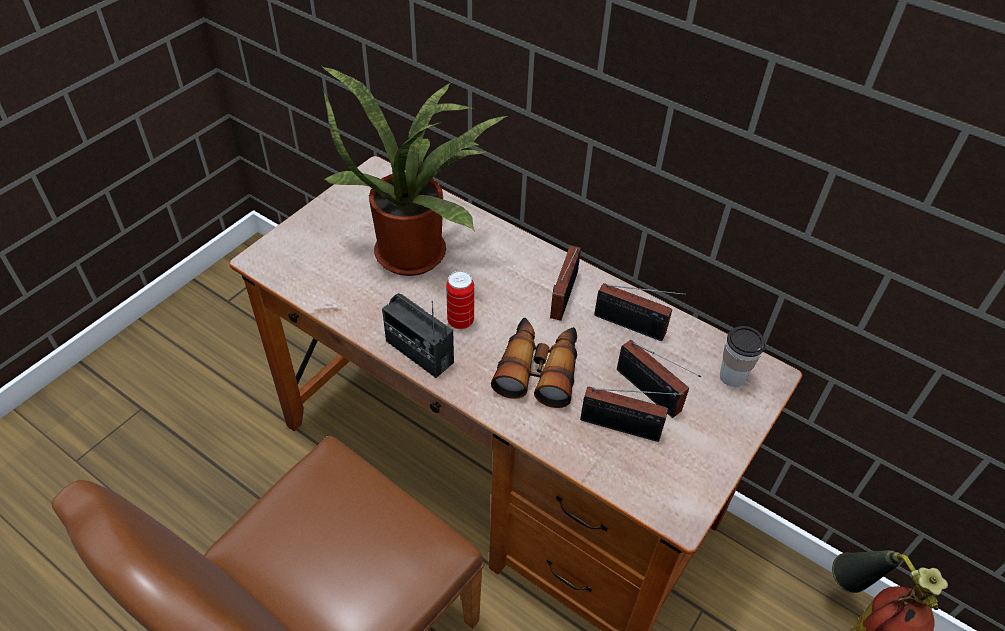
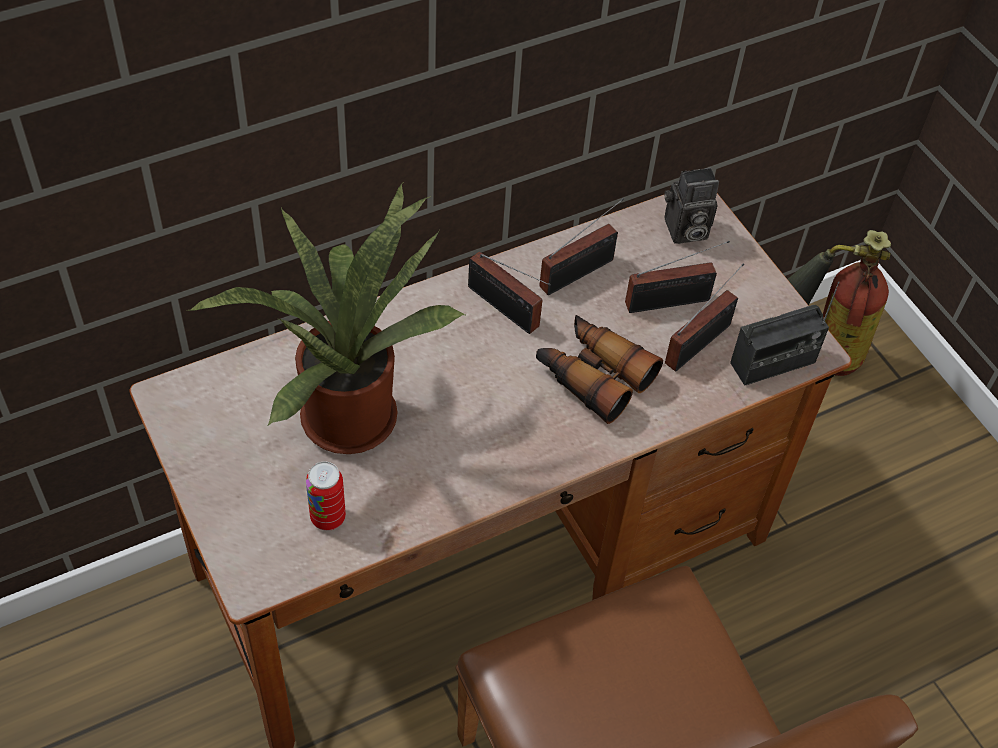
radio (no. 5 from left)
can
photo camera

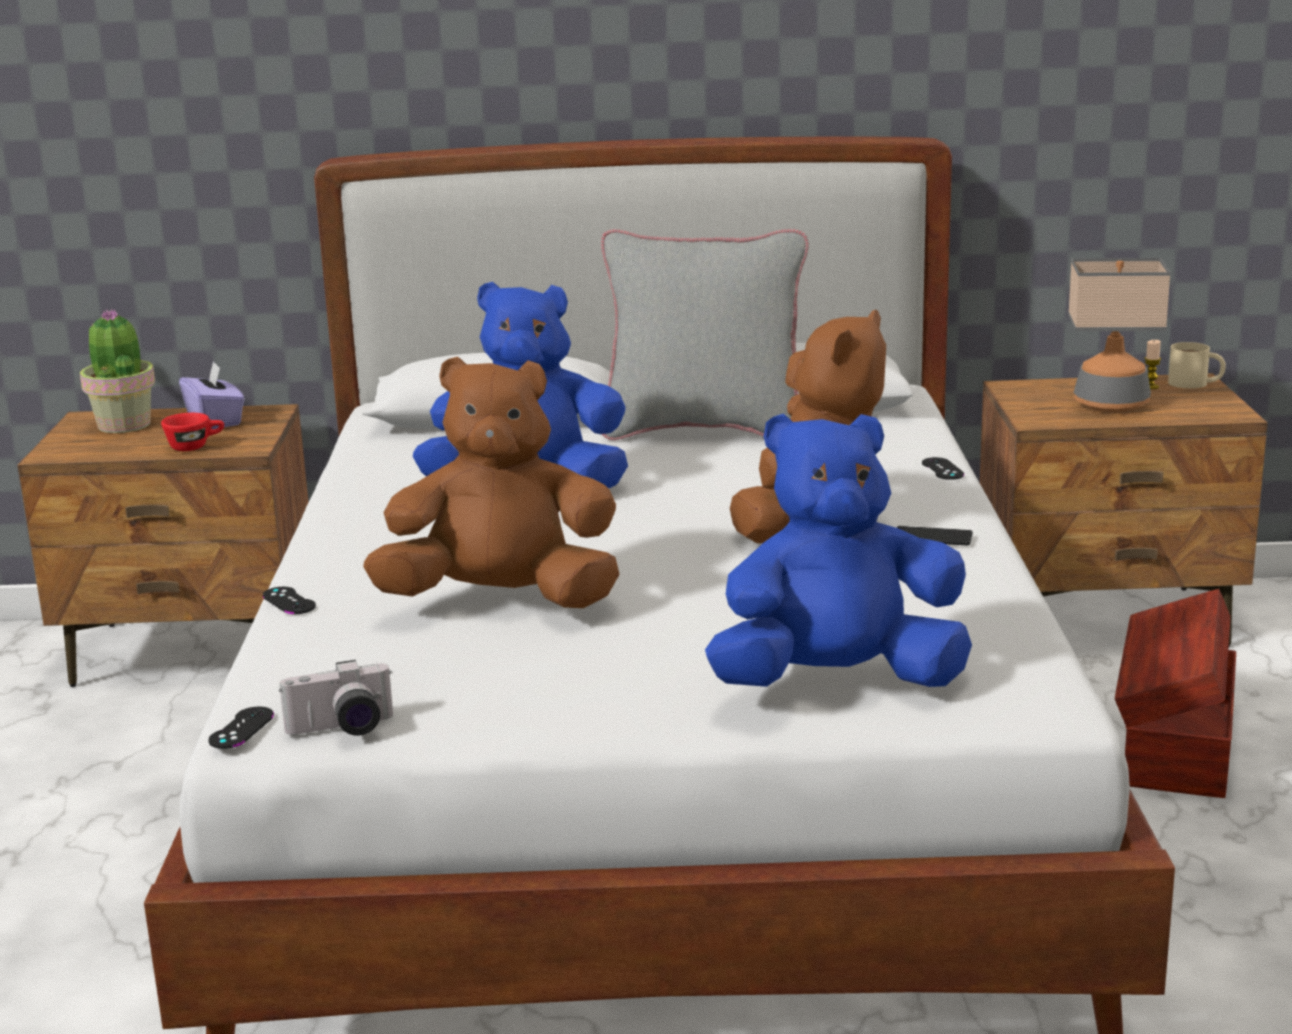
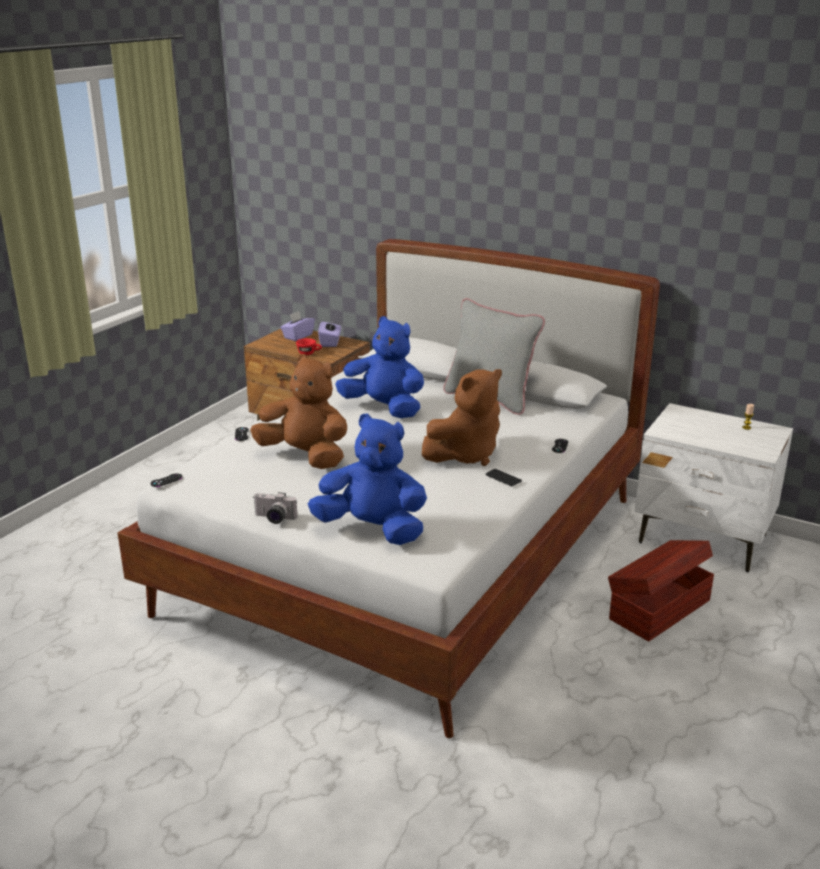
tissue box in purple (no. 1 from left)
photo camera
nightstand in white
table lamp
mug in beige

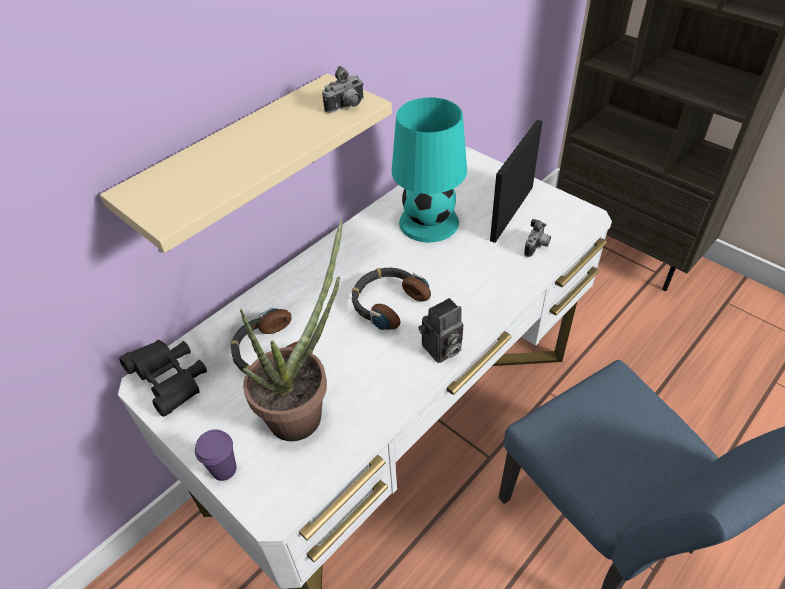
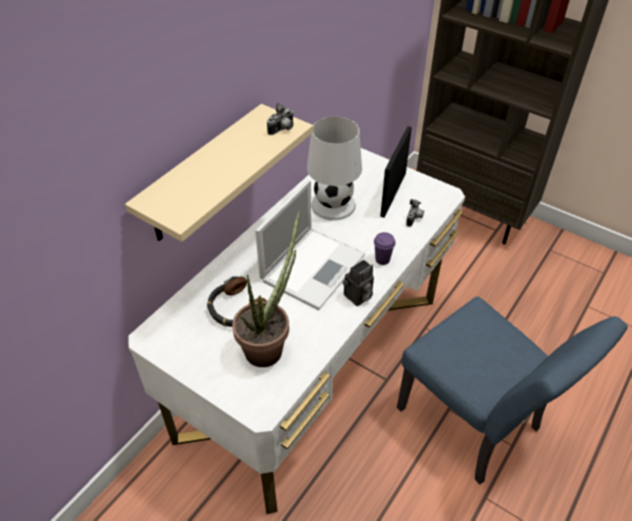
binoculars in black
cup in purple
laptop
table lamp in white

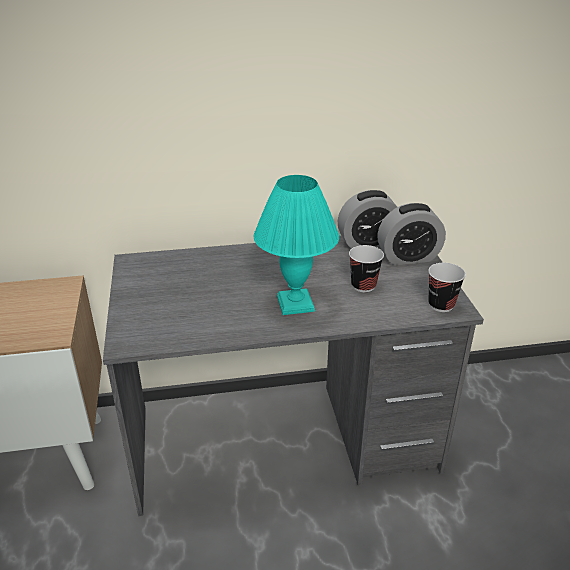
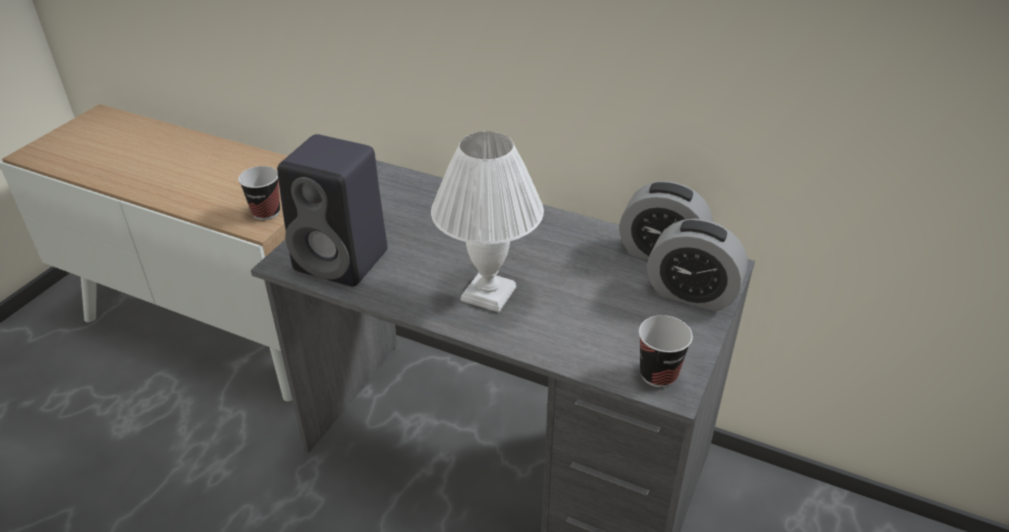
table lamp in white
cup (no. 1 from left)
speaker in black

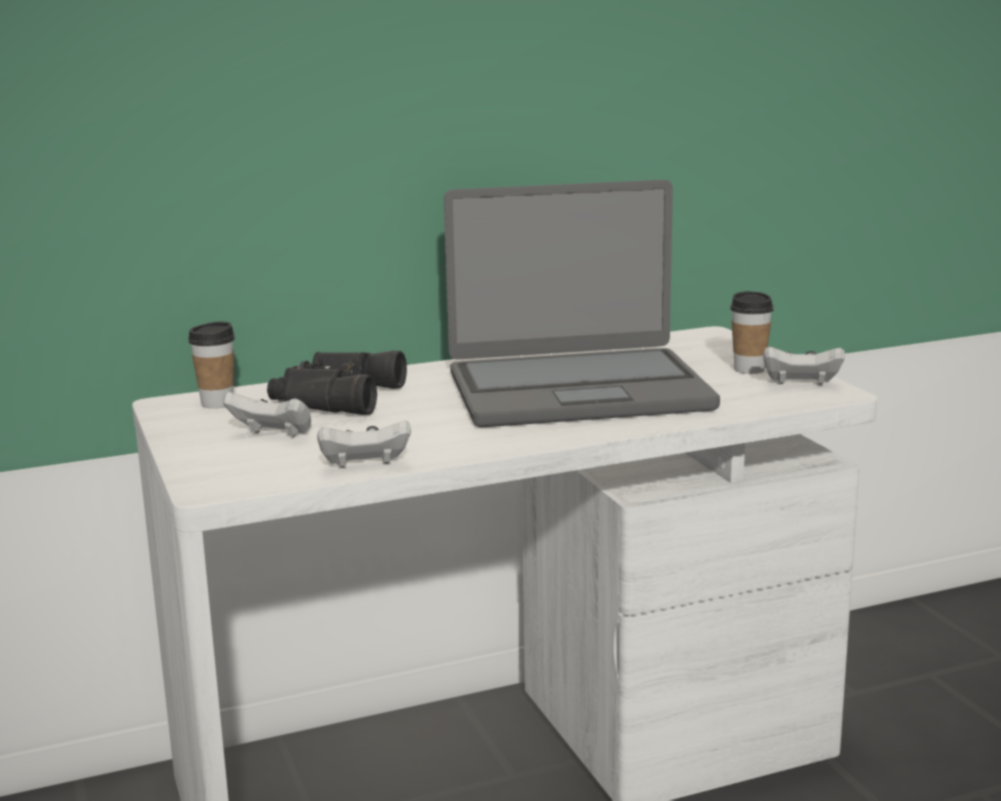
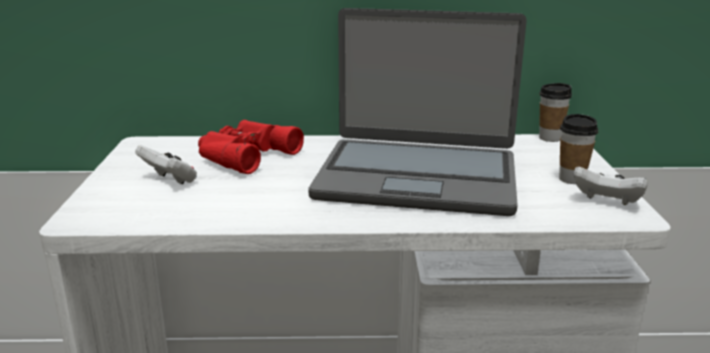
cup (no. 1 from left)
binoculars in red
game controller in white (no. 2 from left in the first image)

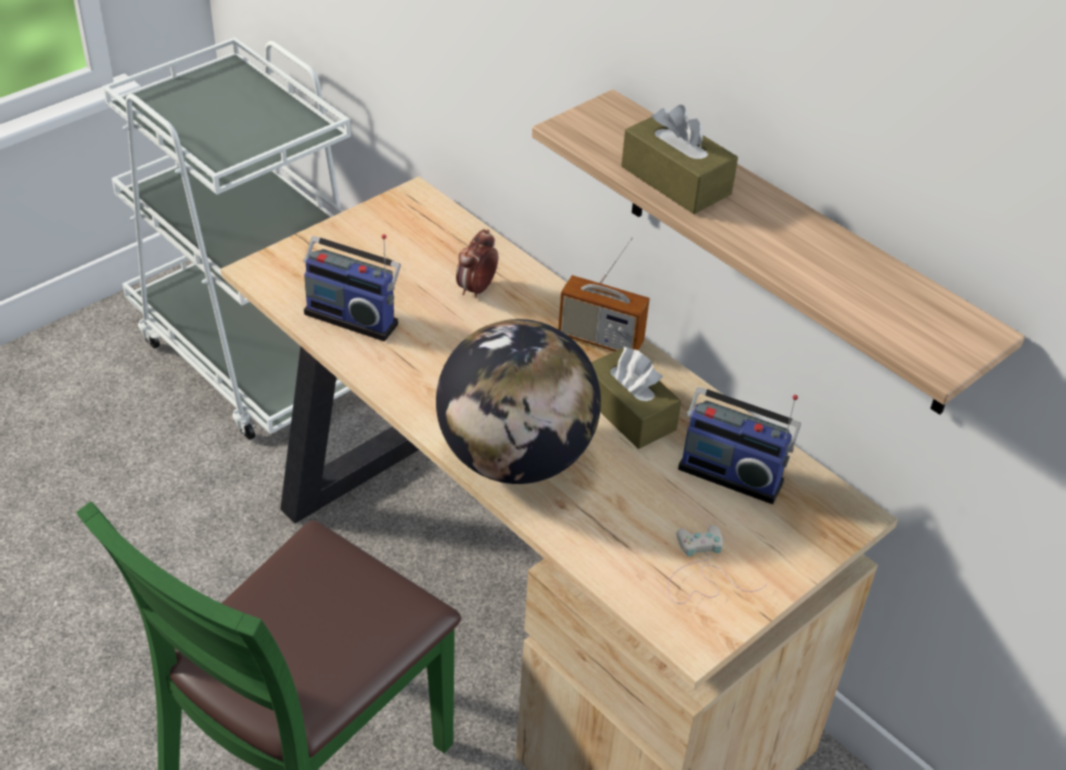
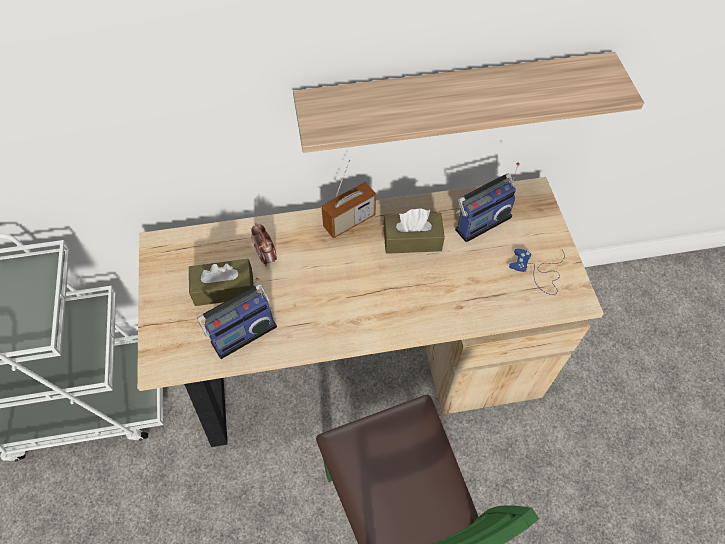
globe
tissue box in brown (no. 1 from left)
game controller in blue

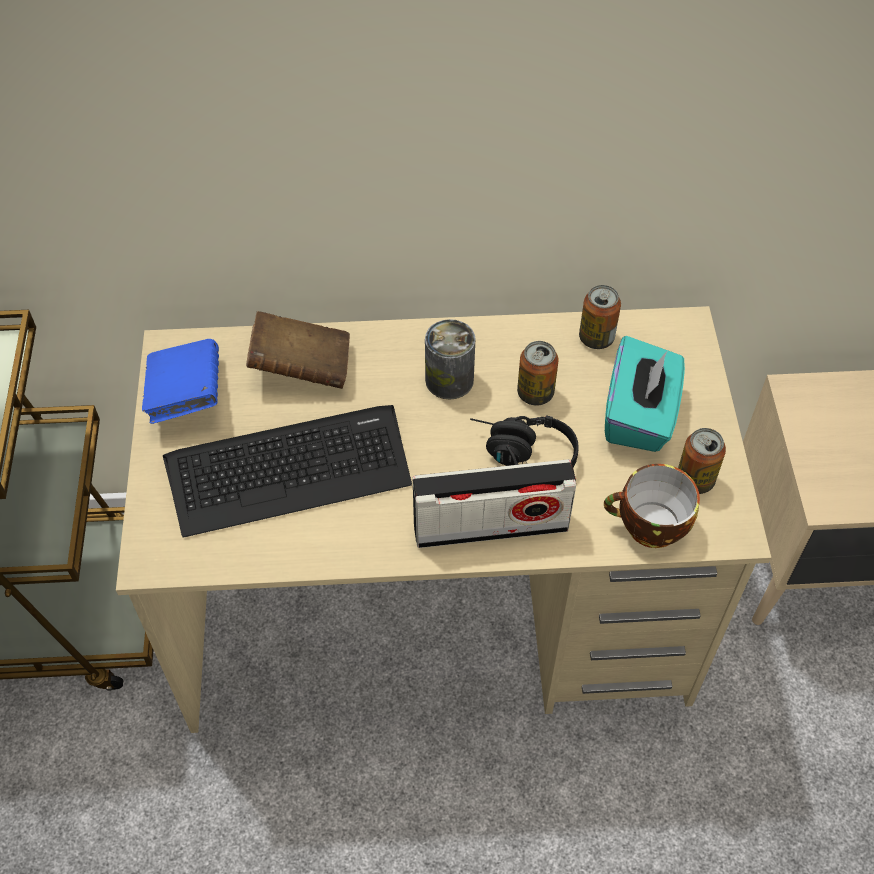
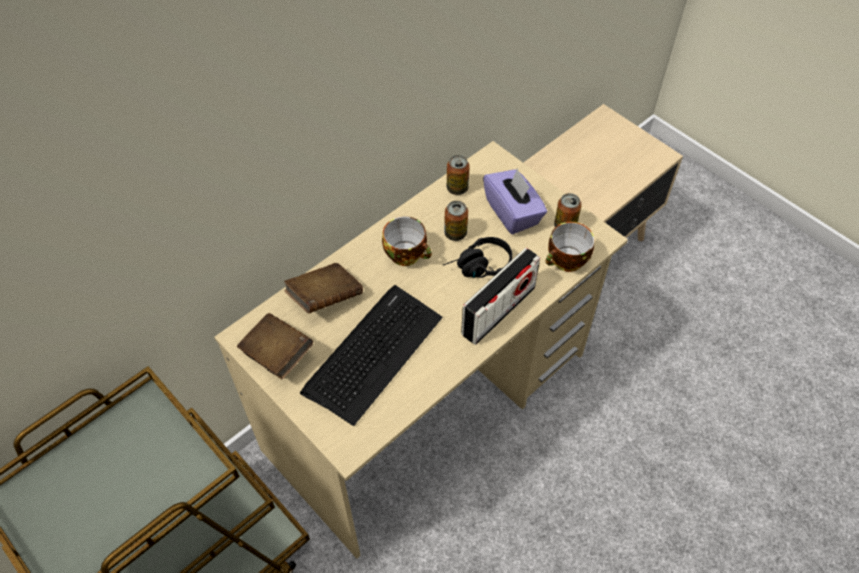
book in brown (no. 1 from left)
cup (no. 1 from left)
tissue box in purple

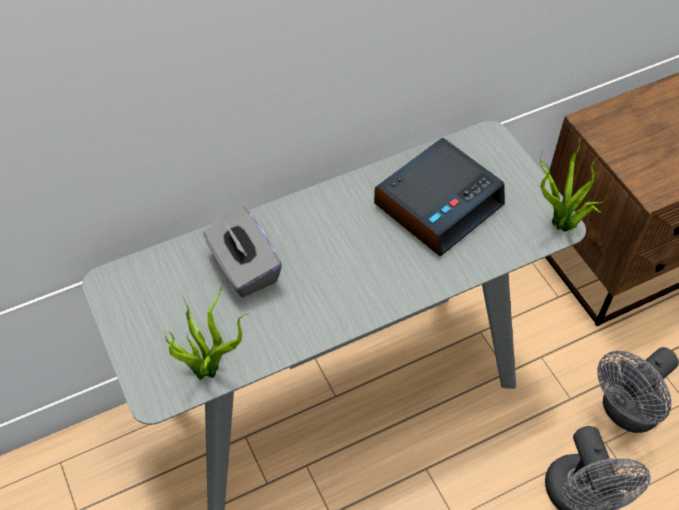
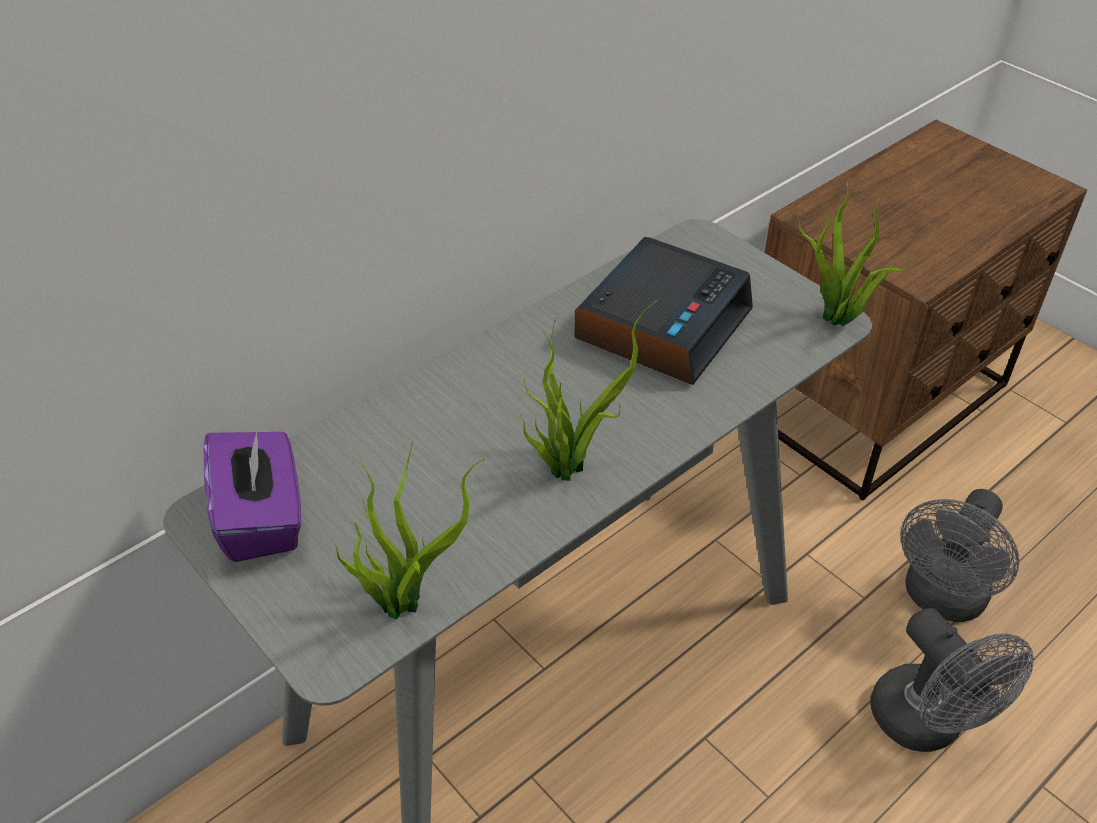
tissue box in grey
tissue box in purple
potted plant (no. 2 from left)

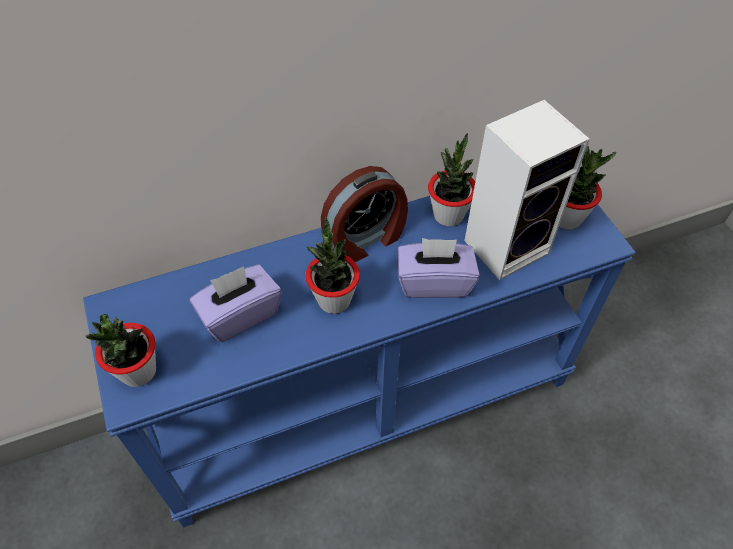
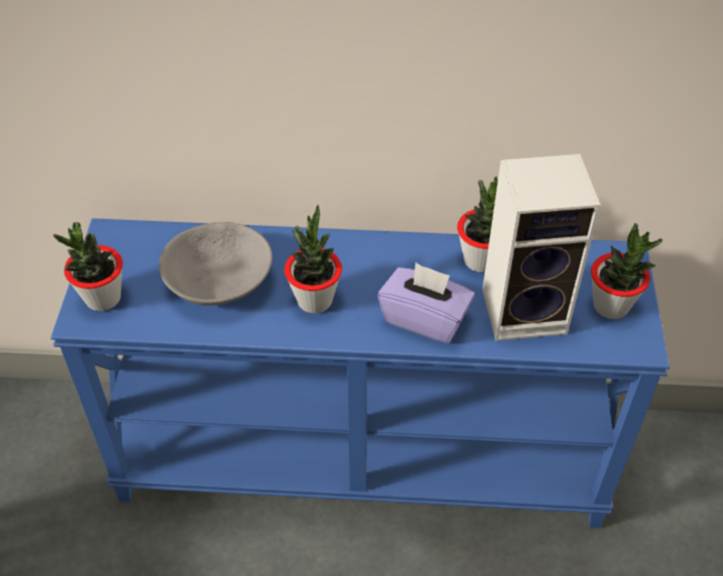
bowl in grey
alarm clock

